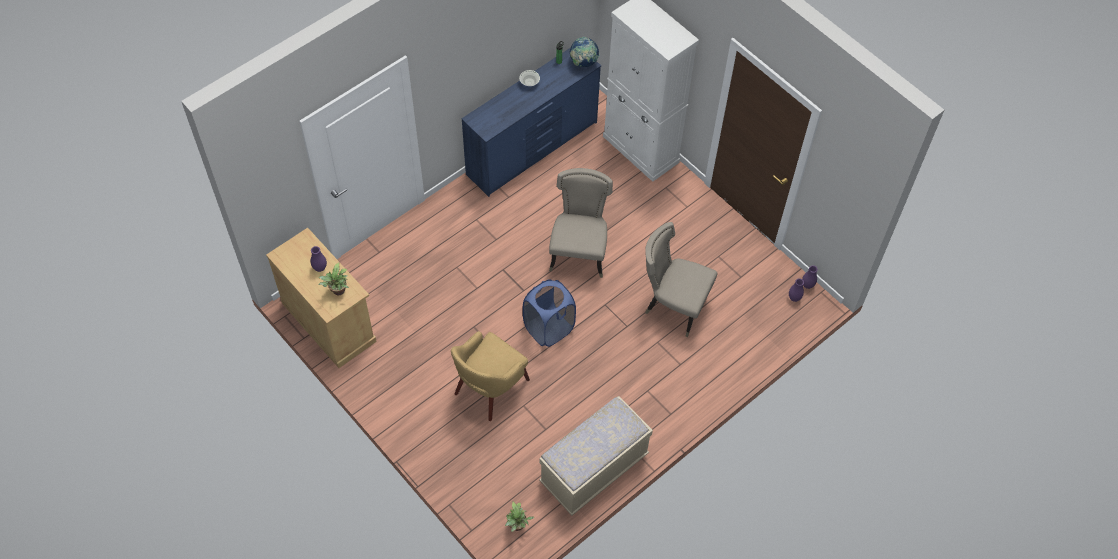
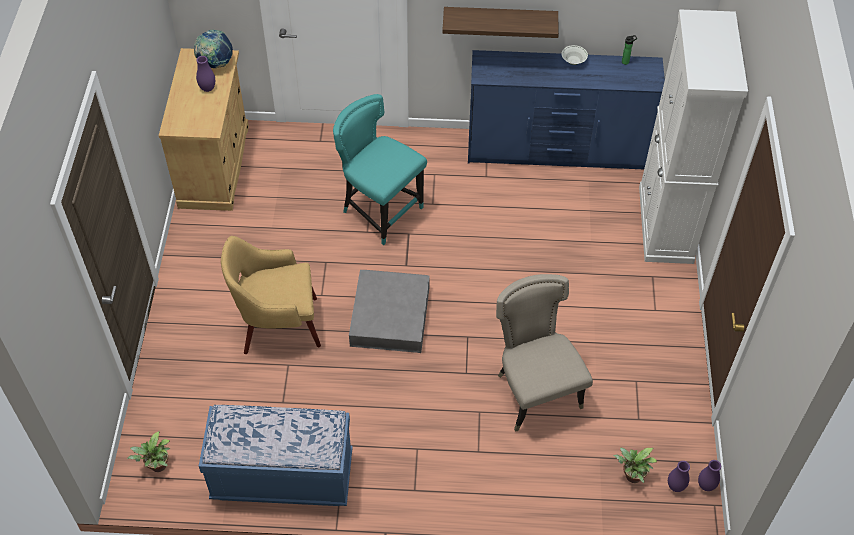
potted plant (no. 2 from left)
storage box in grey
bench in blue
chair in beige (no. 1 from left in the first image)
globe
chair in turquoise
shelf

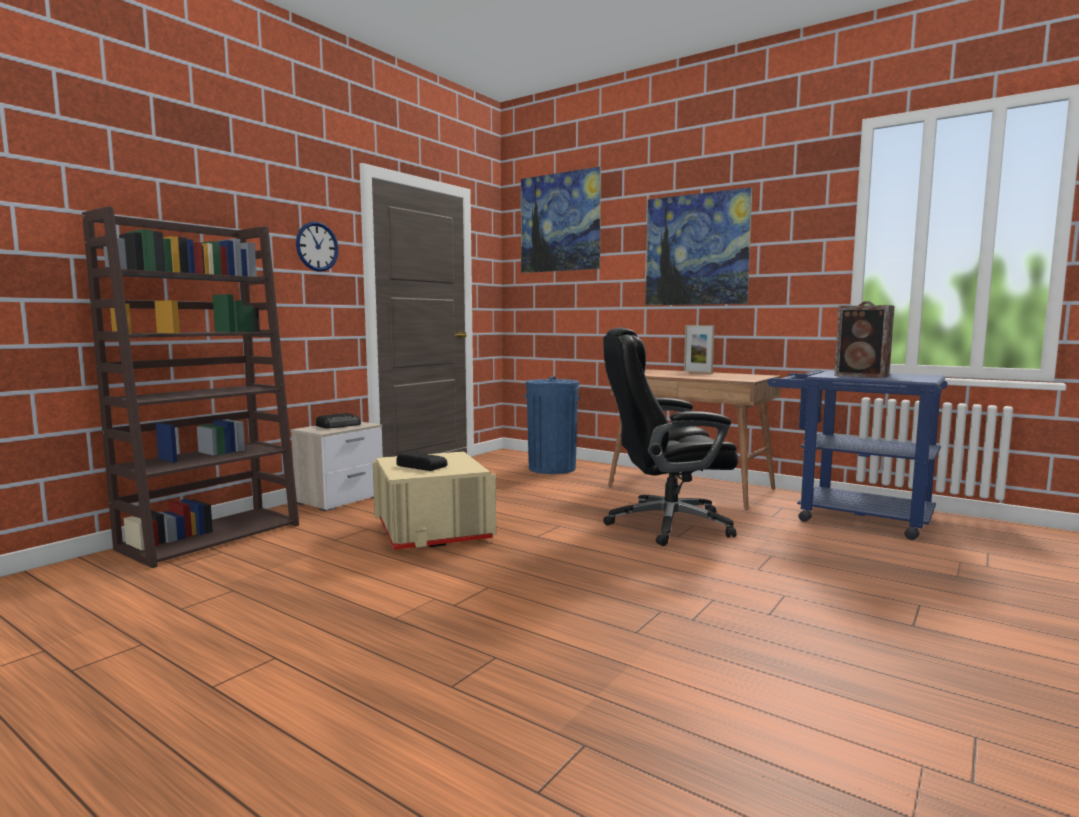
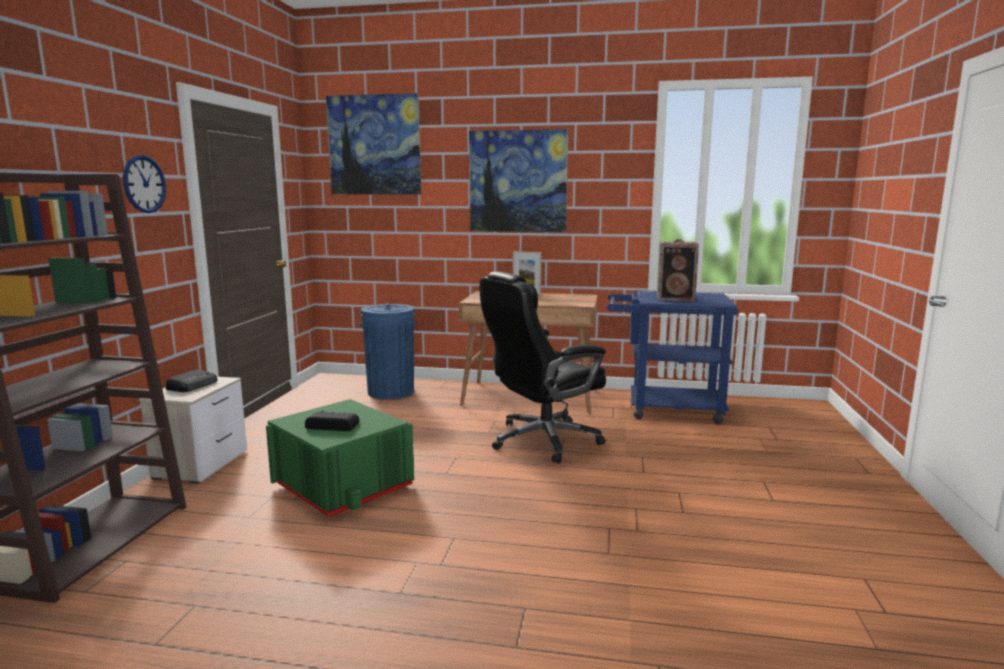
storage box in green

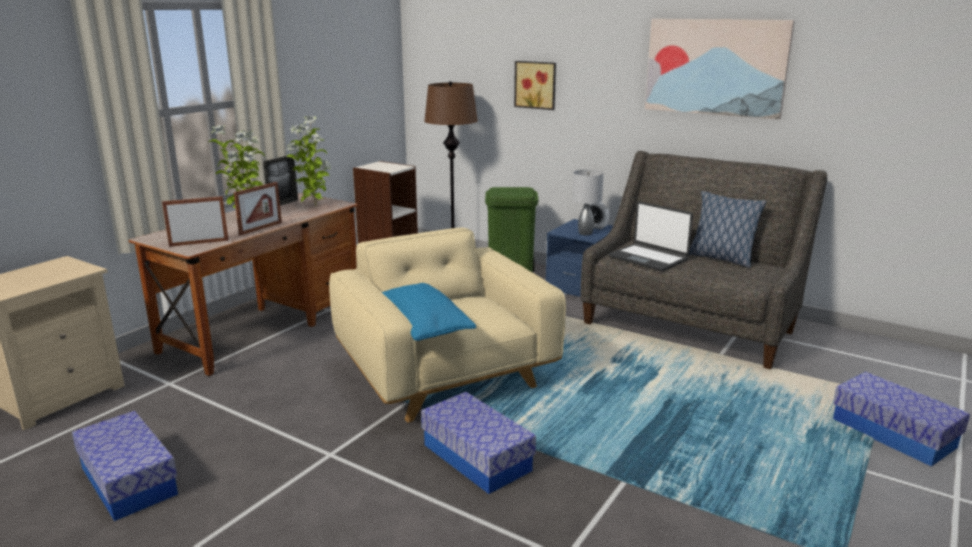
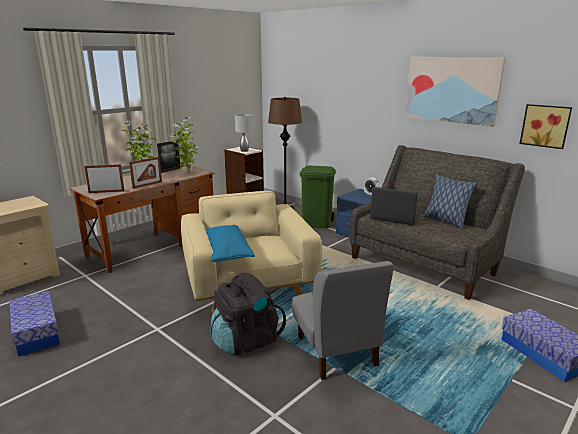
backpack in black
picture (no. 2 from left)
table lamp in grey
laptop
chair in grey

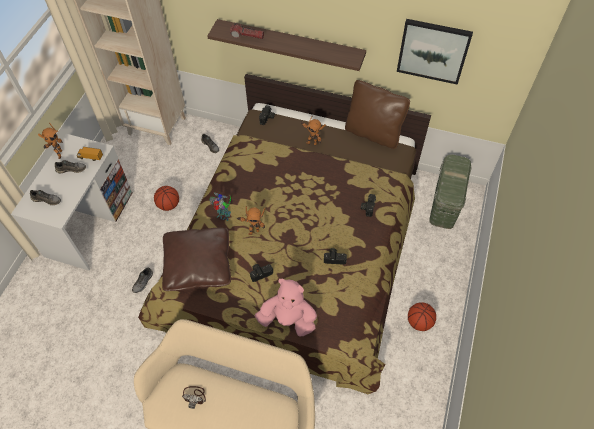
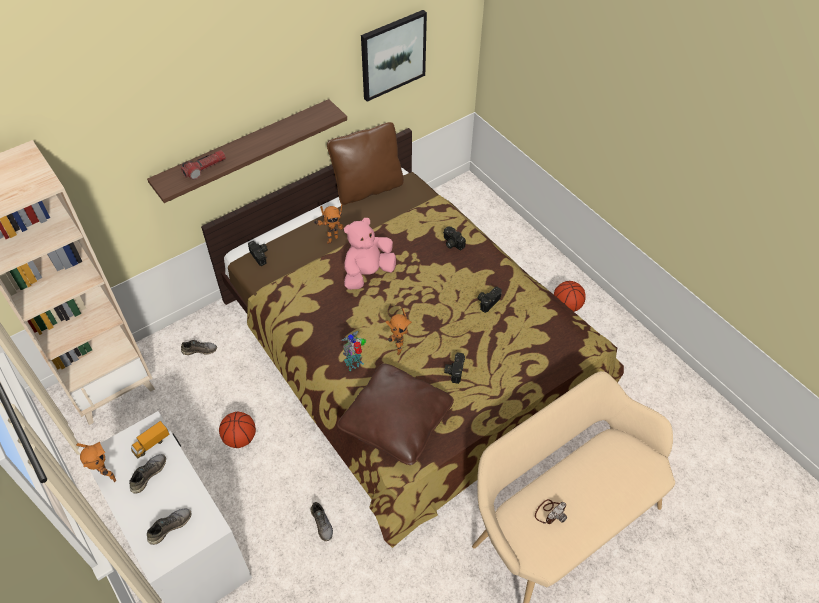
plush toy in pink
storage box in green

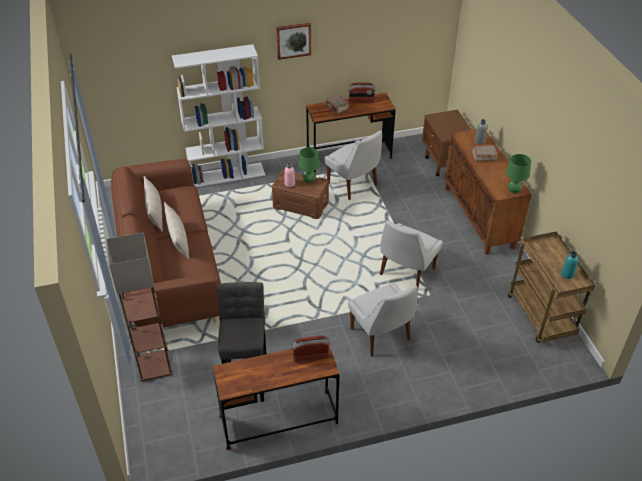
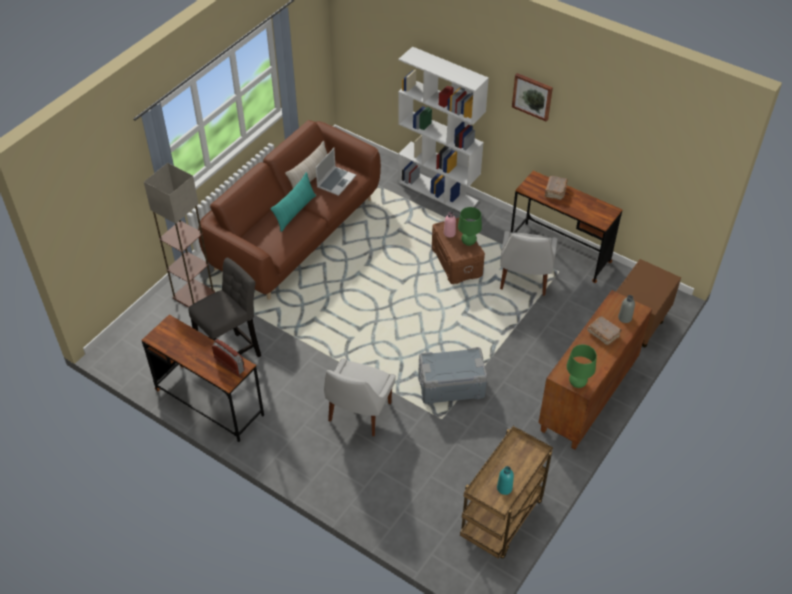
pillow in turquoise
radio (no. 2 from left in the first image)
storage box in grey
laptop

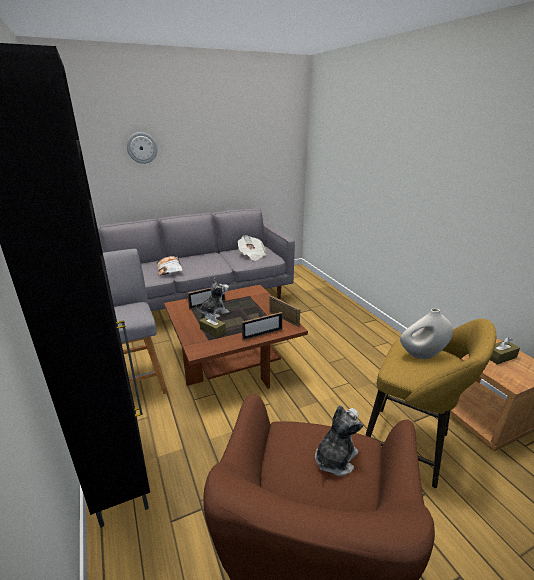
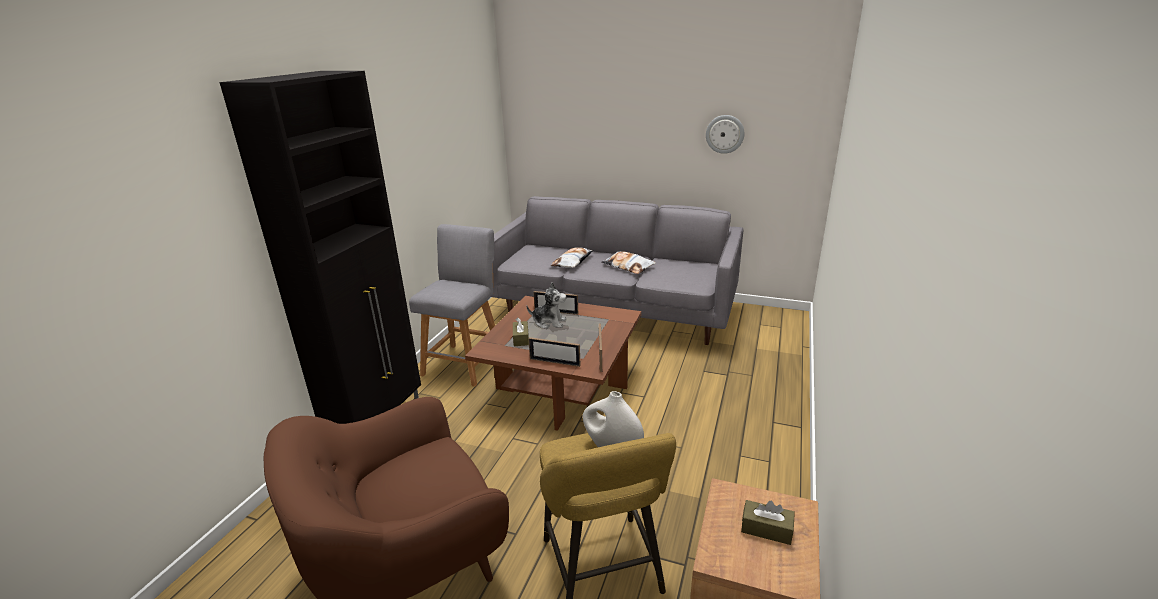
wall clock
newspaper
plush toy (no. 2 from left in the first image)
pillow (no. 2 from left)

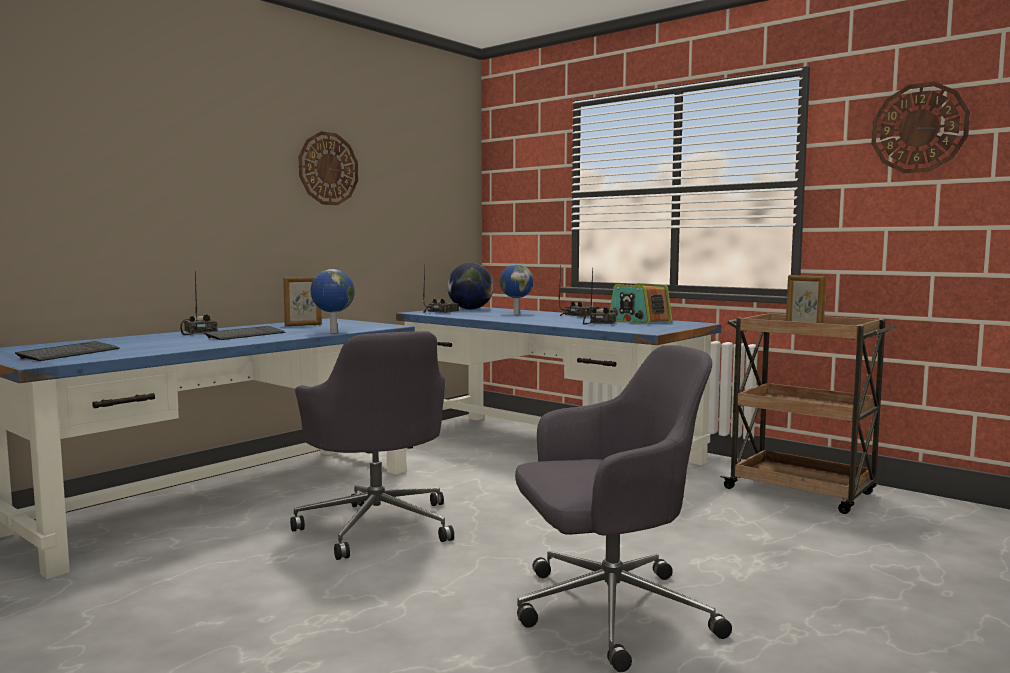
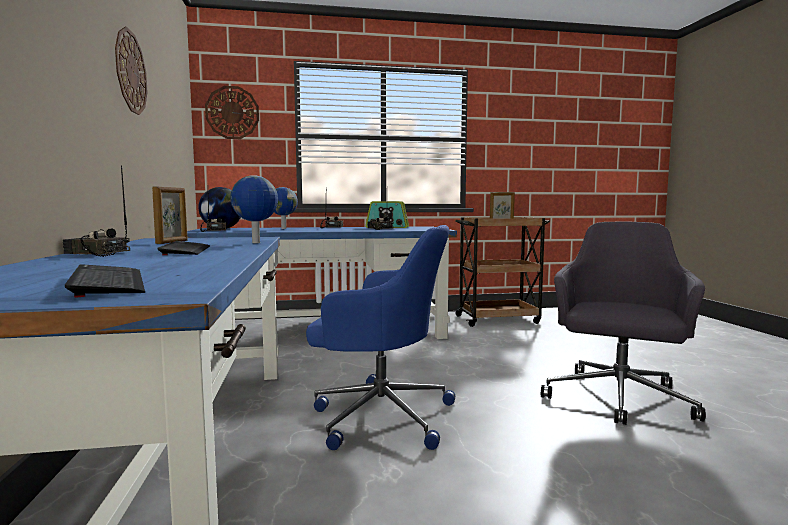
office chair in blue
wall clock (no. 2 from left)

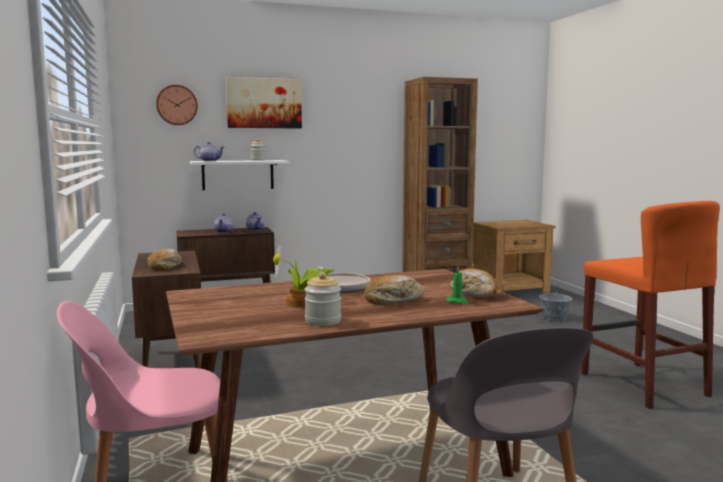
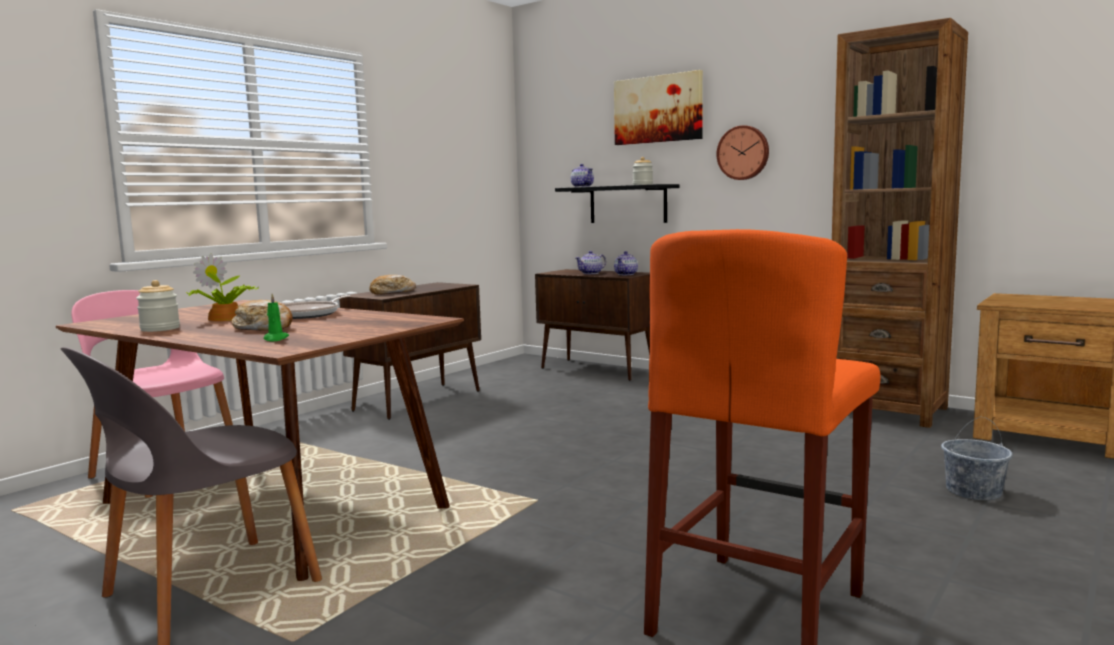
wall clock
shelf in black
bread (no. 3 from left in the first image)

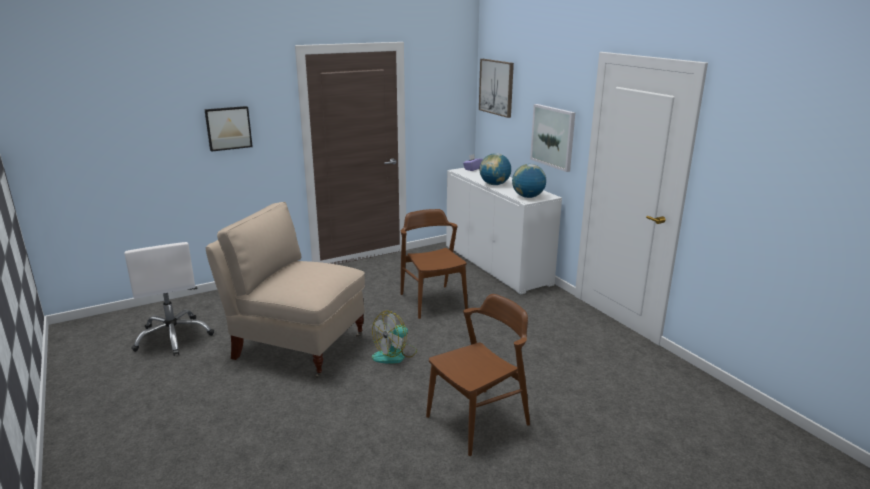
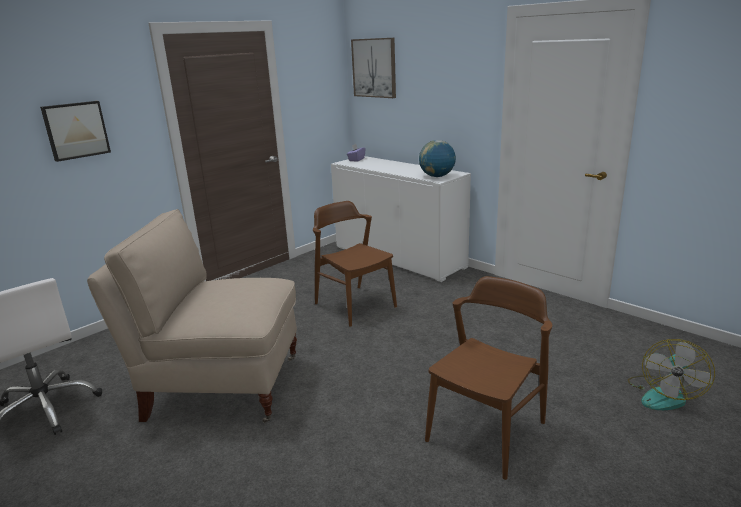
fan
globe (no. 1 from left in the first image)
picture (no. 3 from left in the first image)

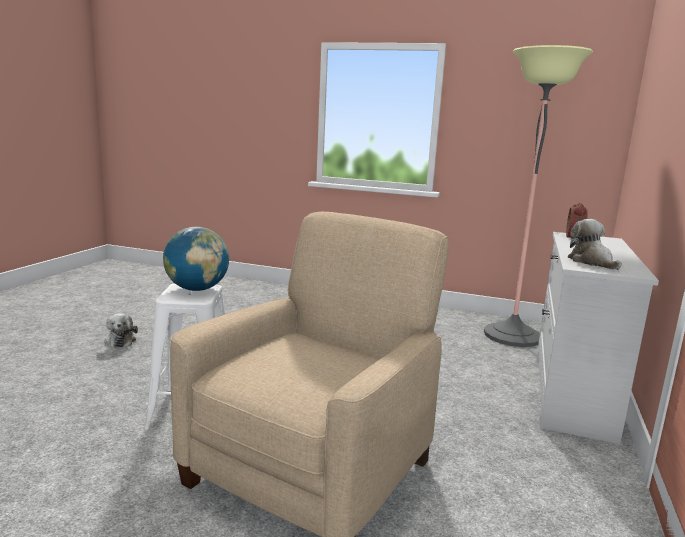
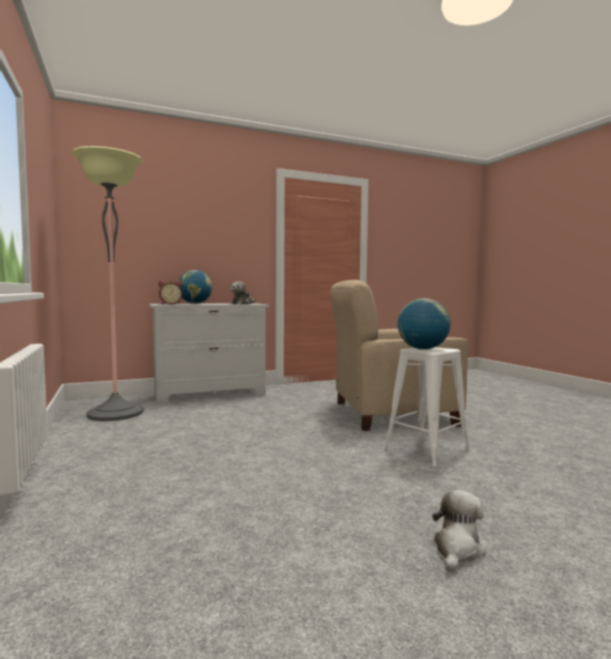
globe (no. 1 from left)

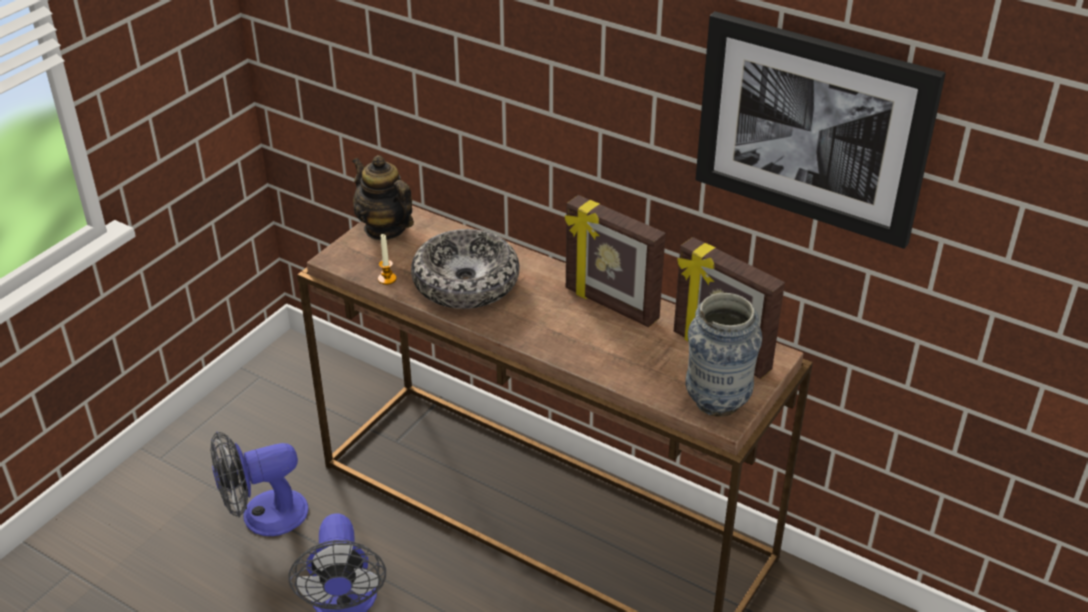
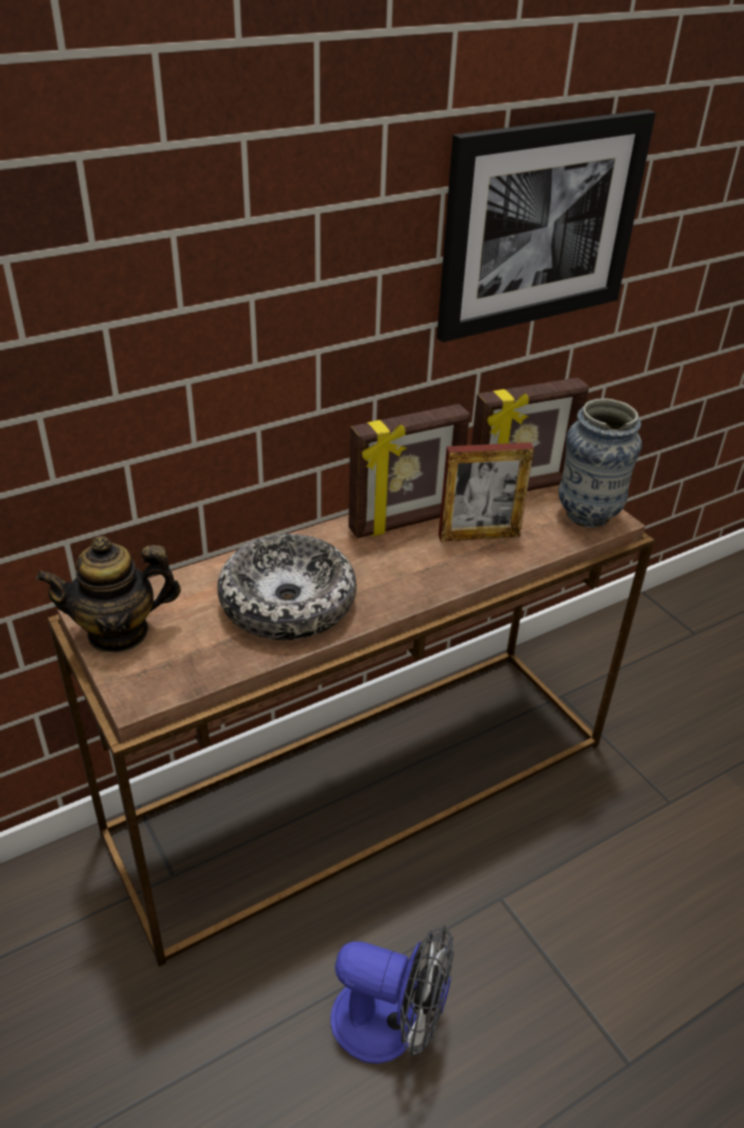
fan (no. 1 from left in the first image)
candle
picture frame (no. 2 from left)

